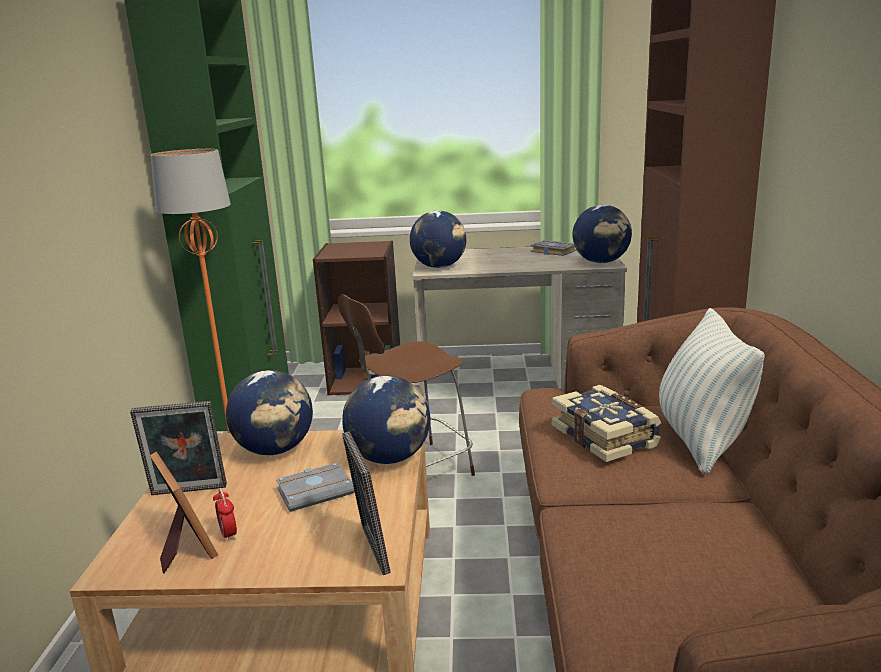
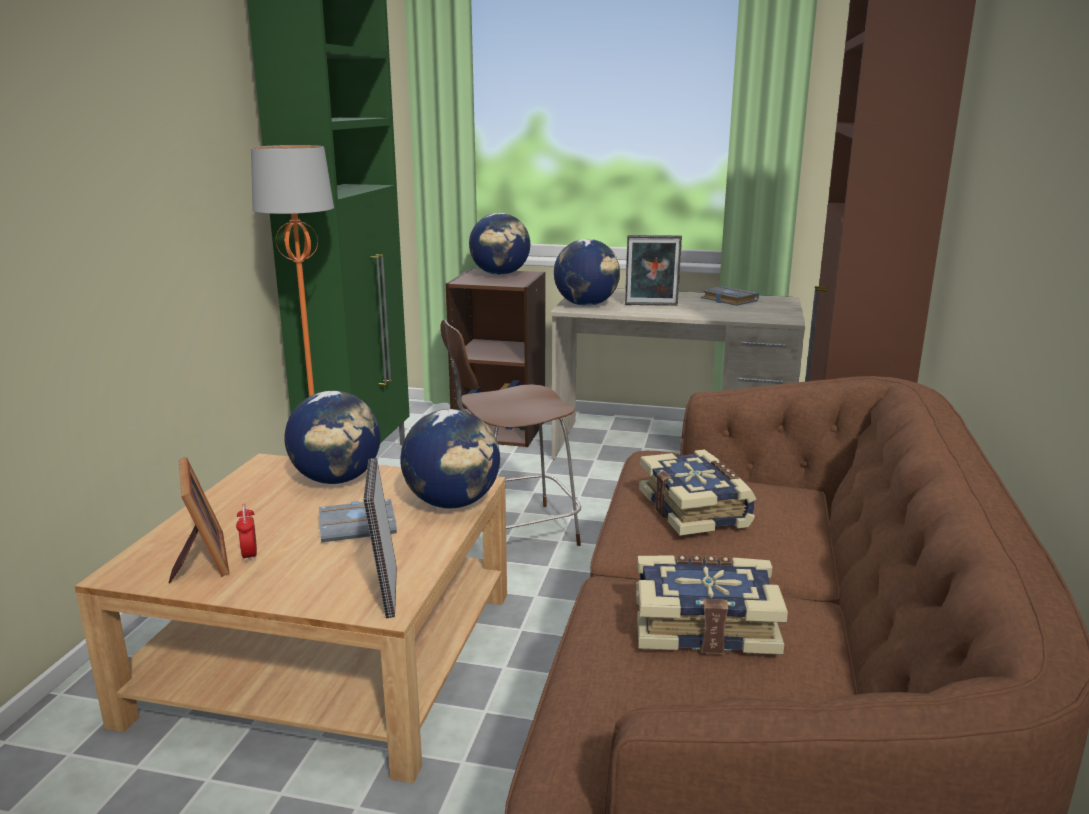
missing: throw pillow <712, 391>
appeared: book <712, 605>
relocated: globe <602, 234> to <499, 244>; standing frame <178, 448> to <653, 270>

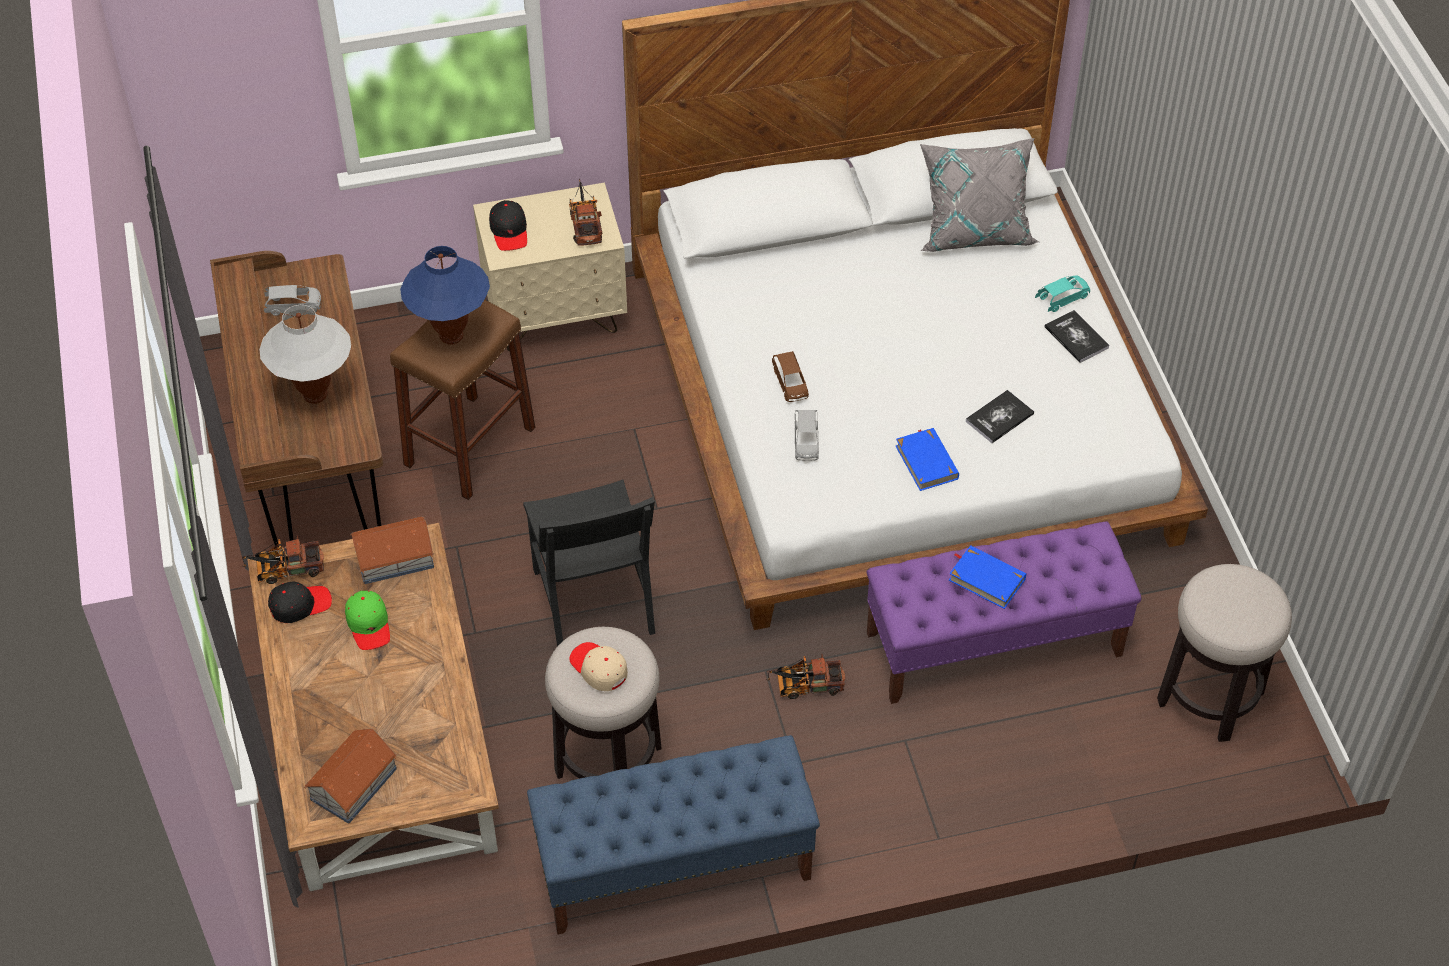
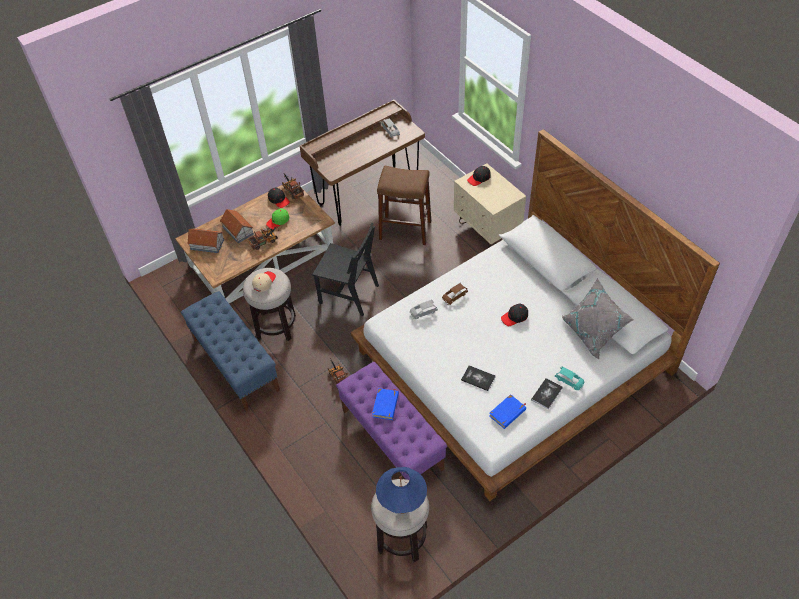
missing: whitish tabletop lamp <305, 354>
appeared: black-coloured peaked cap <514, 315>
relocated: model house <392, 550> to <237, 226>; model truck <585, 212> to <263, 238>; blue-coloured tabletop lamp <445, 295> to <401, 490>; blue-coloured book <927, 459> to <507, 411>
spun: black-coloured upright chair <589, 562> = <345, 269> 120 degrees counterclockwise

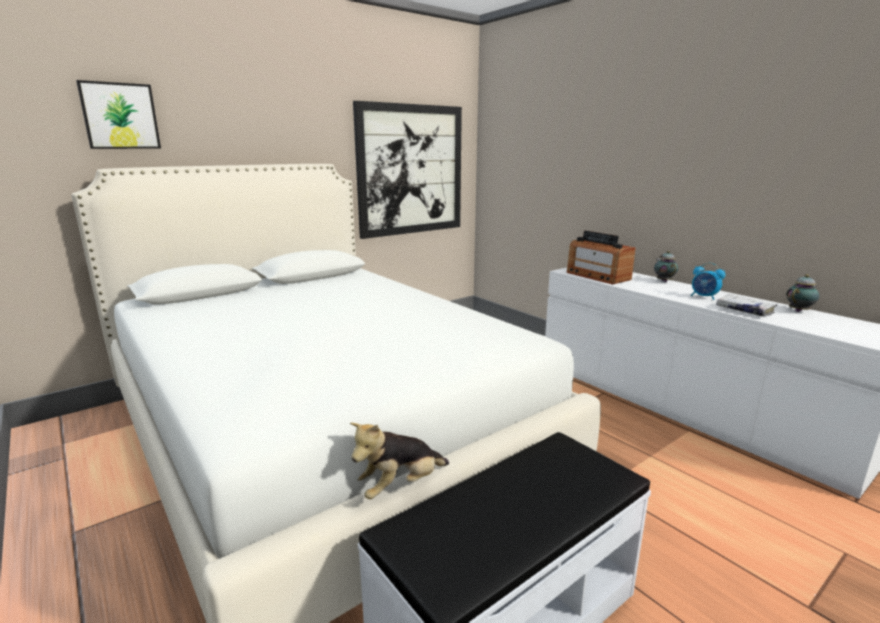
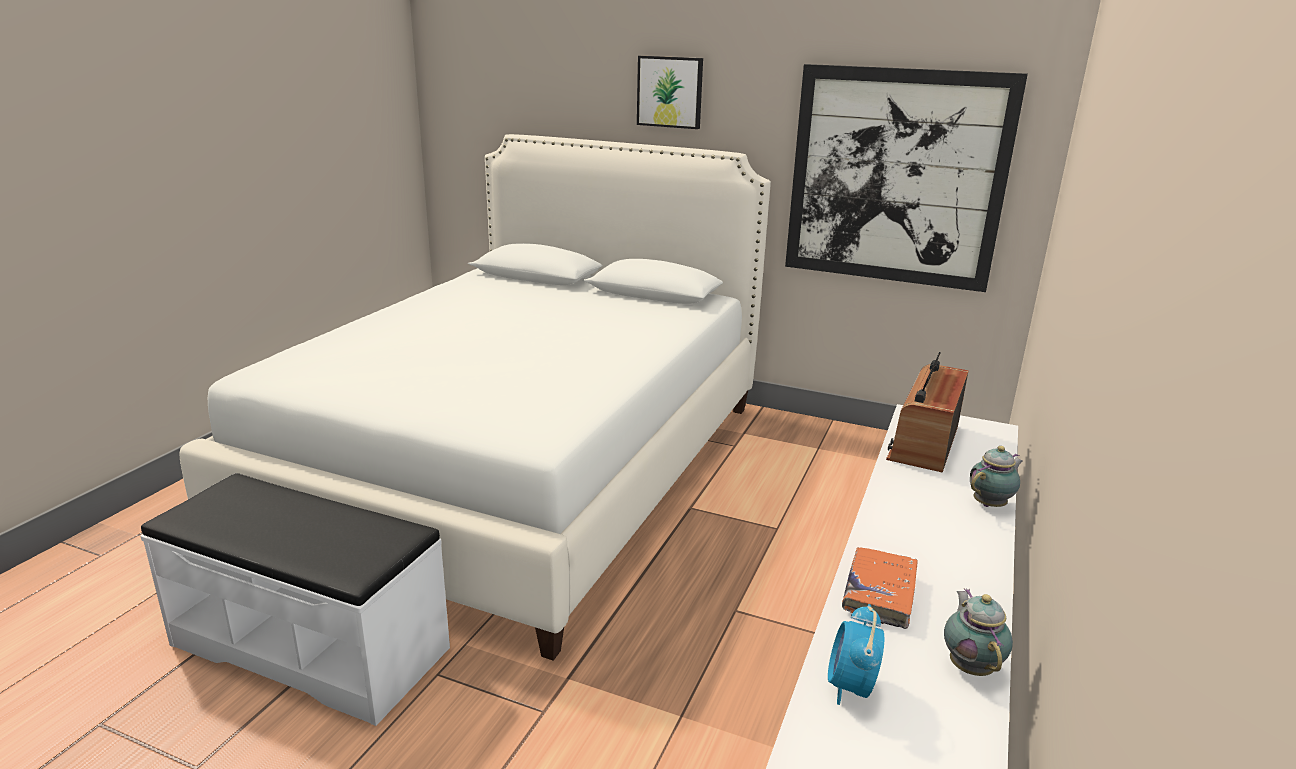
missing: soft toy <399, 460>
relocated: picture <118, 114> to <670, 92>; bedside clock <708, 281> to <856, 654>
colour: whitish book <746, 305> to orange book <880, 588>
spun: tea pot <802, 293> = <978, 632> 120 degrees counterclockwise

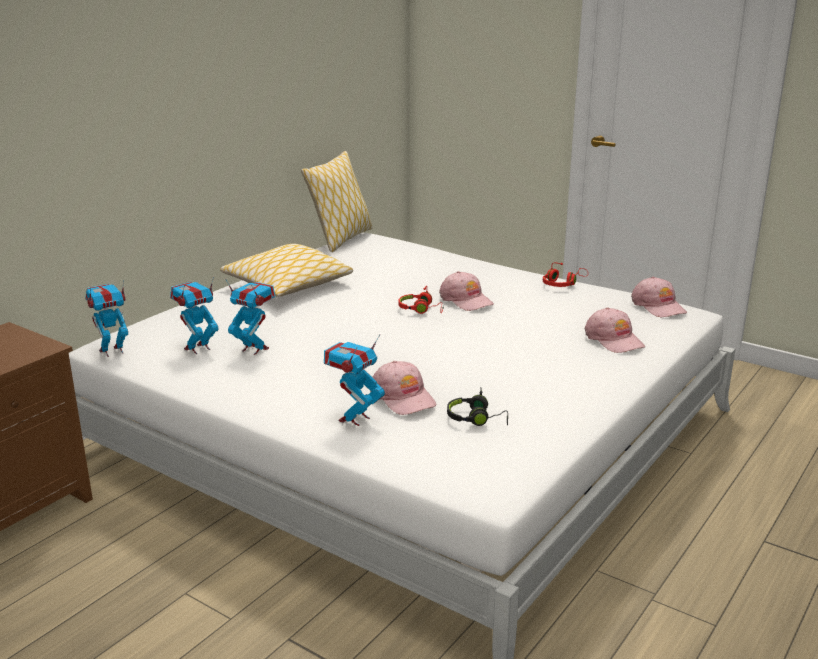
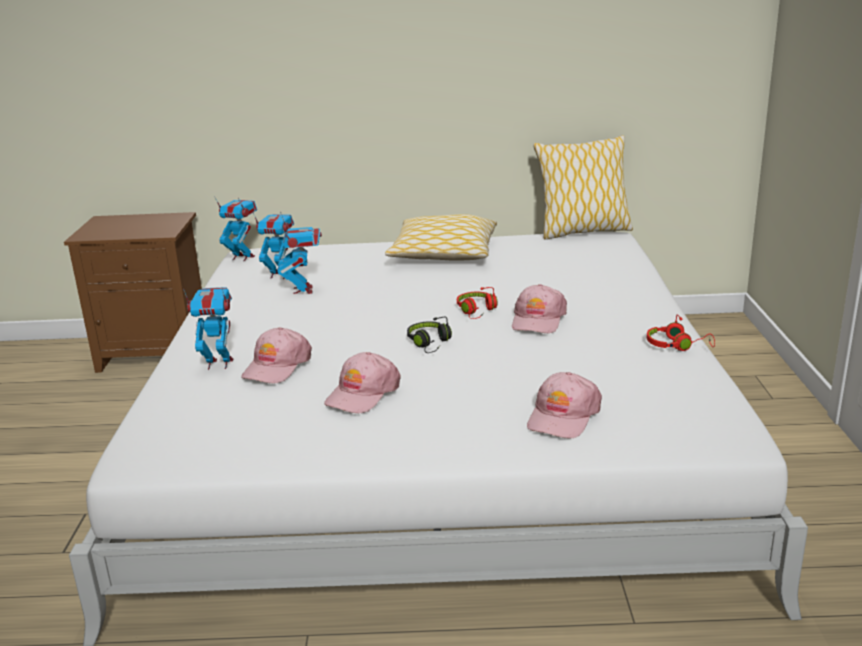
relocated: pink-coloured peaked cap <659, 297> to <362, 382>; black-coloured headset <477, 407> to <429, 335>

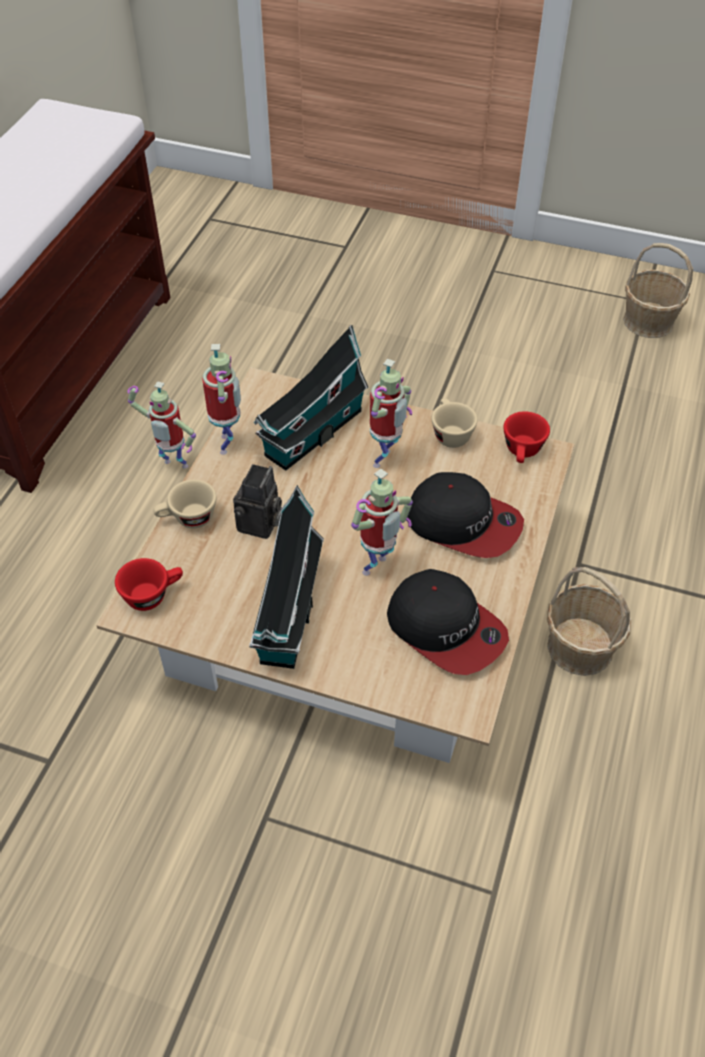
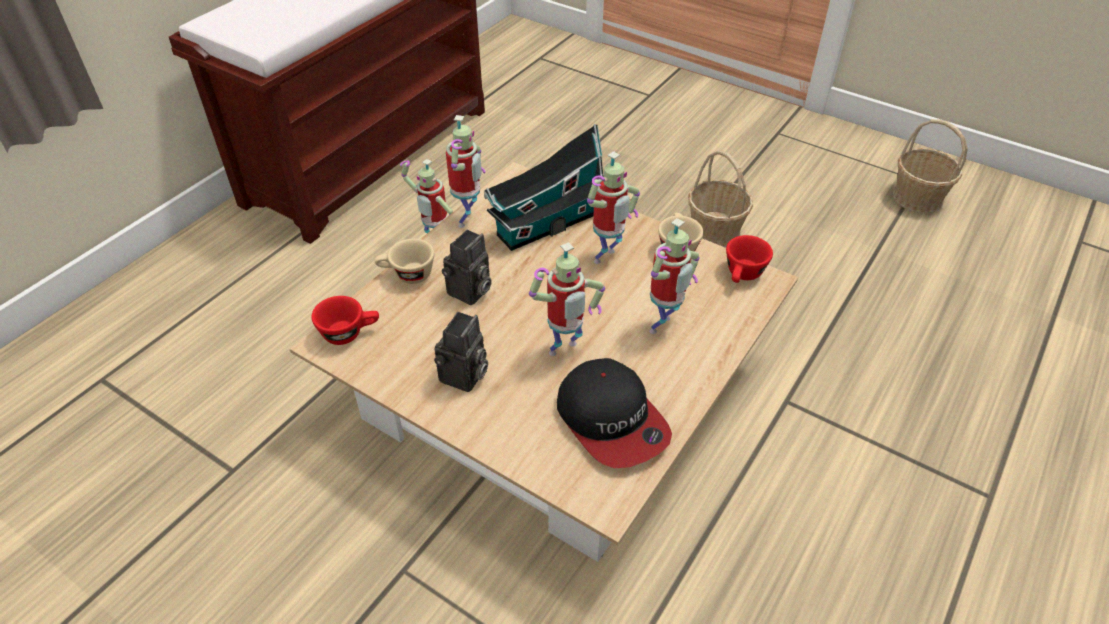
relocated: basket <589, 621> to <720, 198>
exchanged: model house <286, 577> to still camera <461, 352>; peaked cap <465, 515> to toy robot <674, 276>

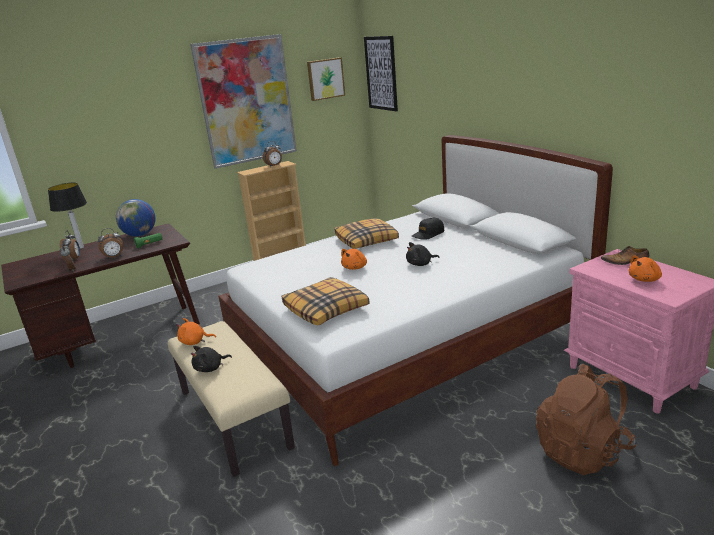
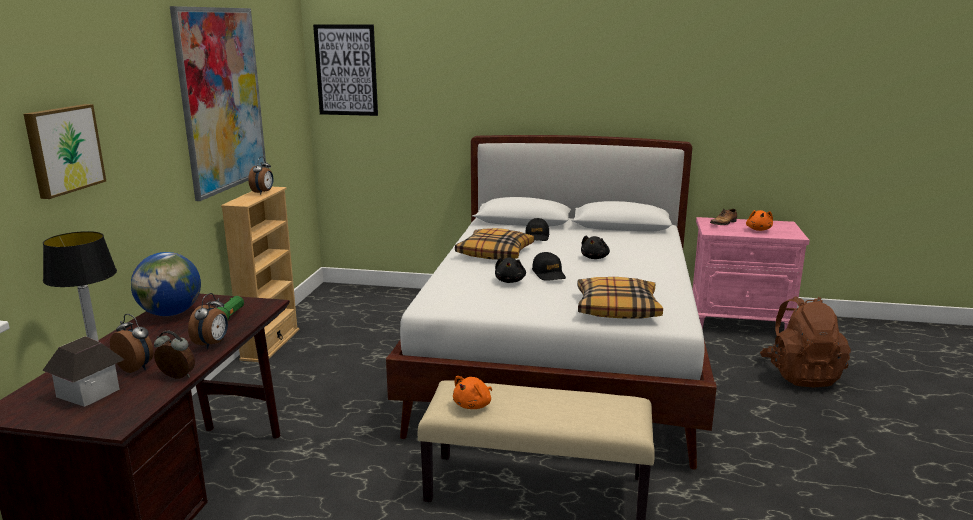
appeared: model house <83, 371>
relocated: picture <326, 79> to <65, 151>; black-coloured soft toy <211, 359> to <510, 270>
exchanged: orange soft toy <354, 259> to black-coloured peaked cap <549, 266>

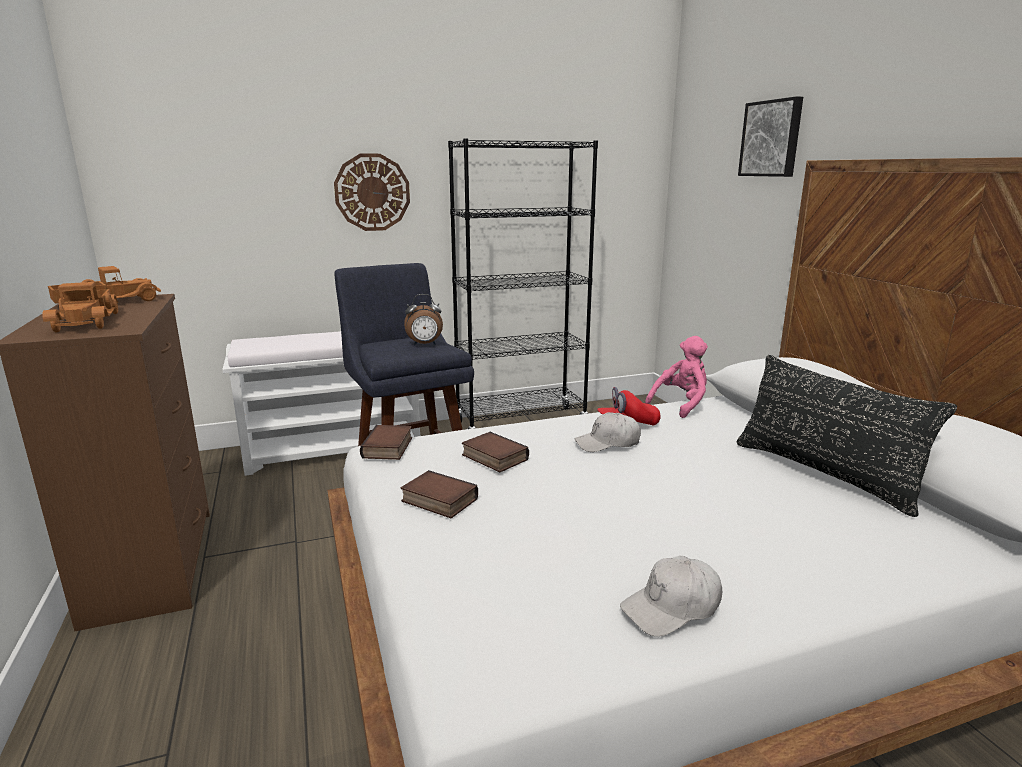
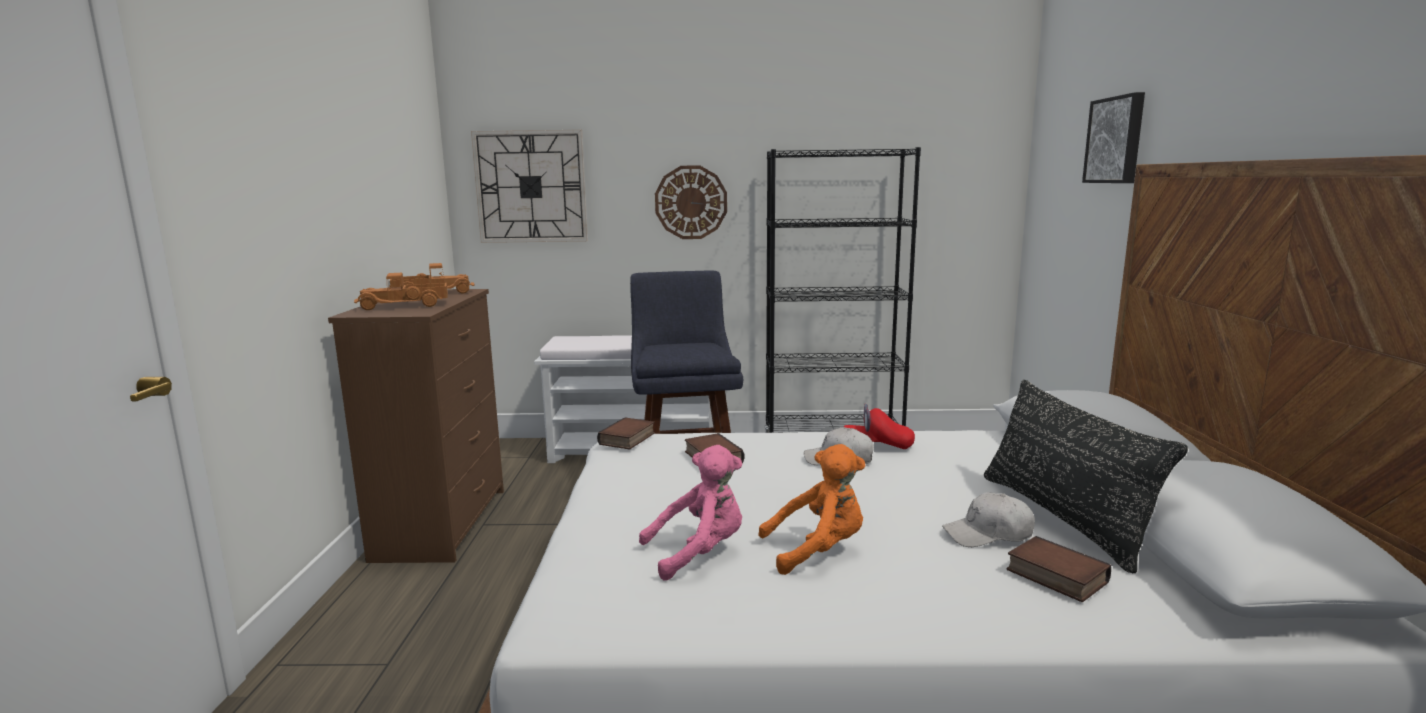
missing: bedside clock <423, 320>
appeared: clock on the wall <529, 186>; orange soft toy <812, 509>
relocated: pink-coloured soft toy <676, 377> to <690, 513>; whitish peaked cap <671, 596> to <988, 519>; book <439, 494> to <1059, 569>
spun: model truck <80, 307> = <401, 291> 75 degrees clockwise

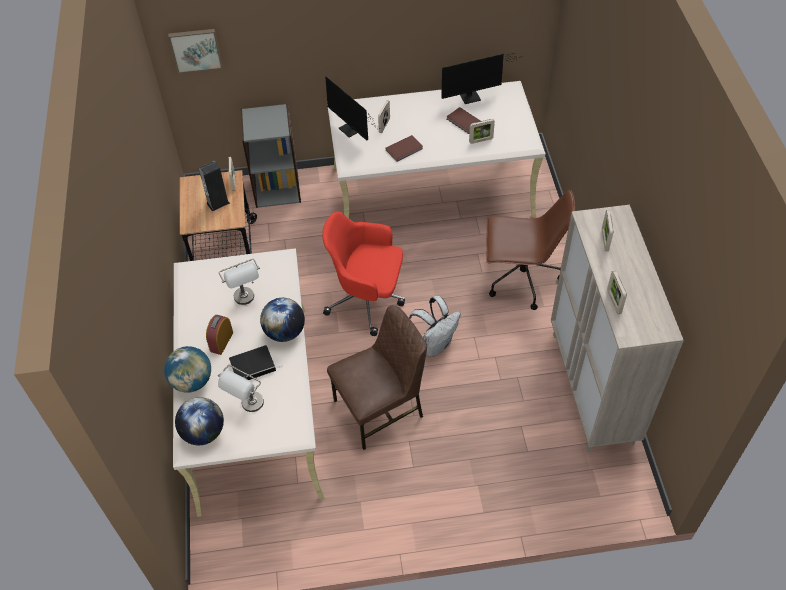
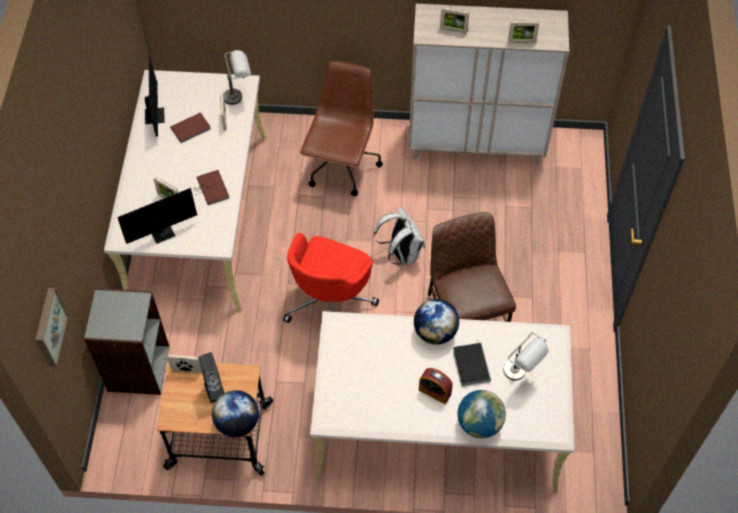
relocated: globe <199, 421> to <235, 413>; gray tabletop lamp <239, 282> to <237, 77>

